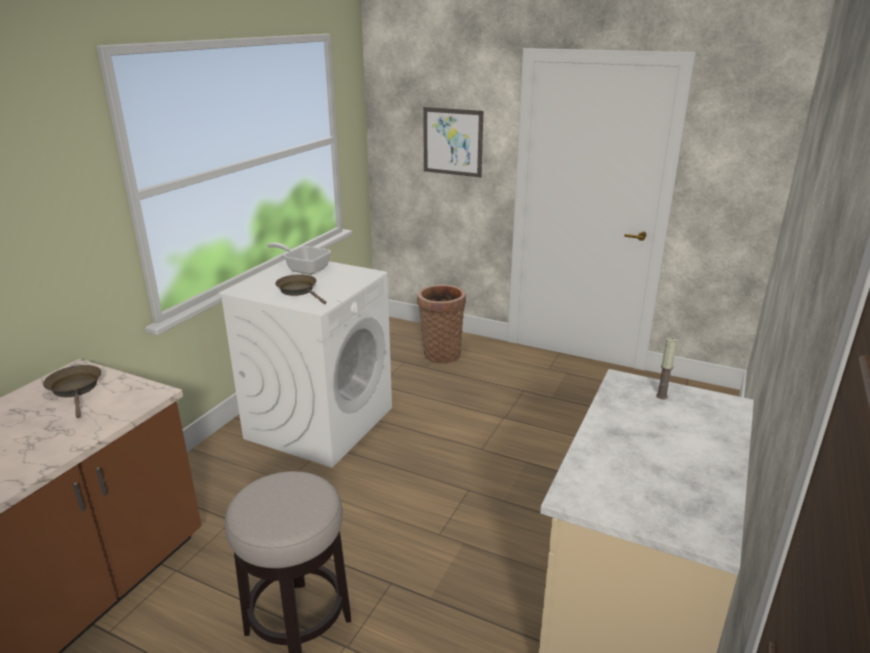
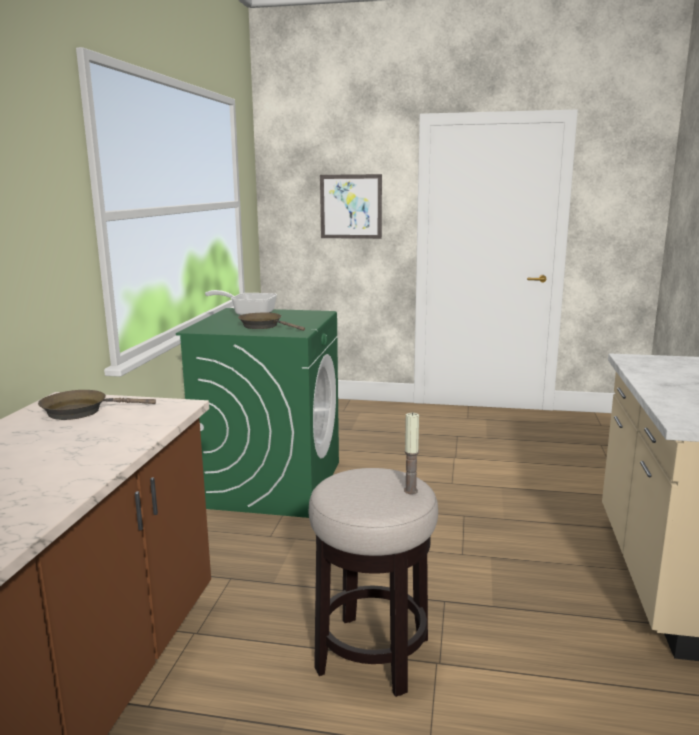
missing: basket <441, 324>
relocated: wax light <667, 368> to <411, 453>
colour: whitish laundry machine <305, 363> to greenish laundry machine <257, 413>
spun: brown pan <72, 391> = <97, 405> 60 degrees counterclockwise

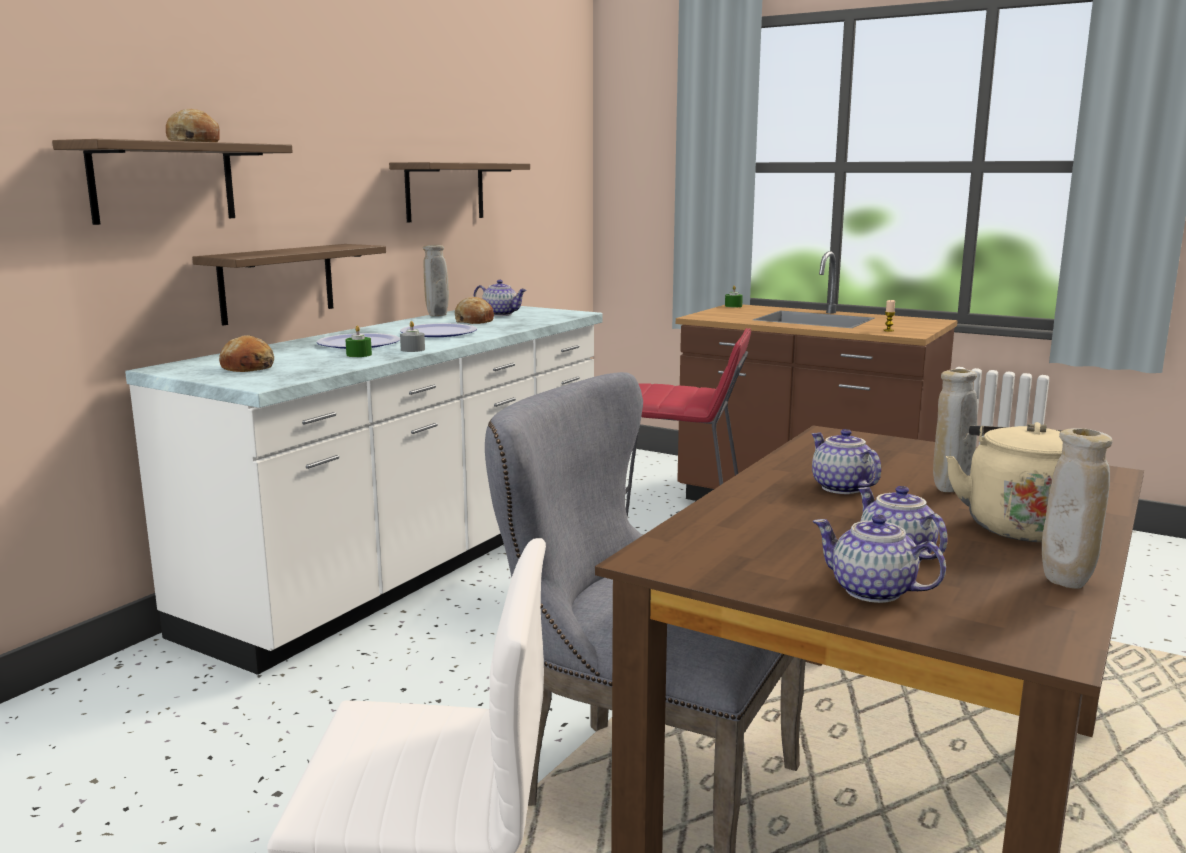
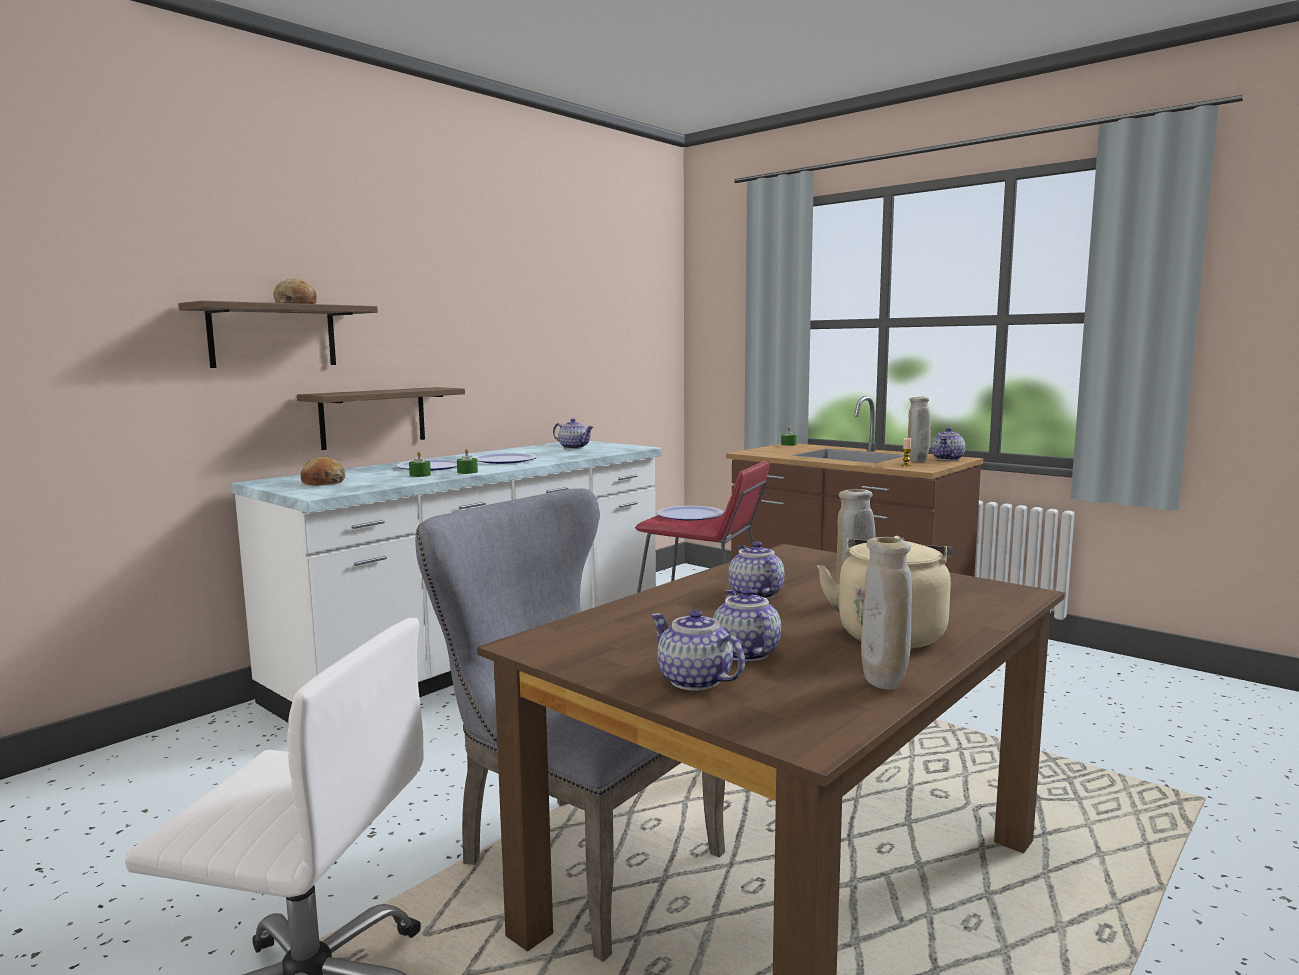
missing: wall shelf <459, 192>; baked bread <474, 310>
appeared: plate <690, 513>; tea pot <948, 444>
relocated: sand-coloured vase <436, 281> to <919, 429>
colour: gray wax light <412, 336> to greenish wax light <467, 461>

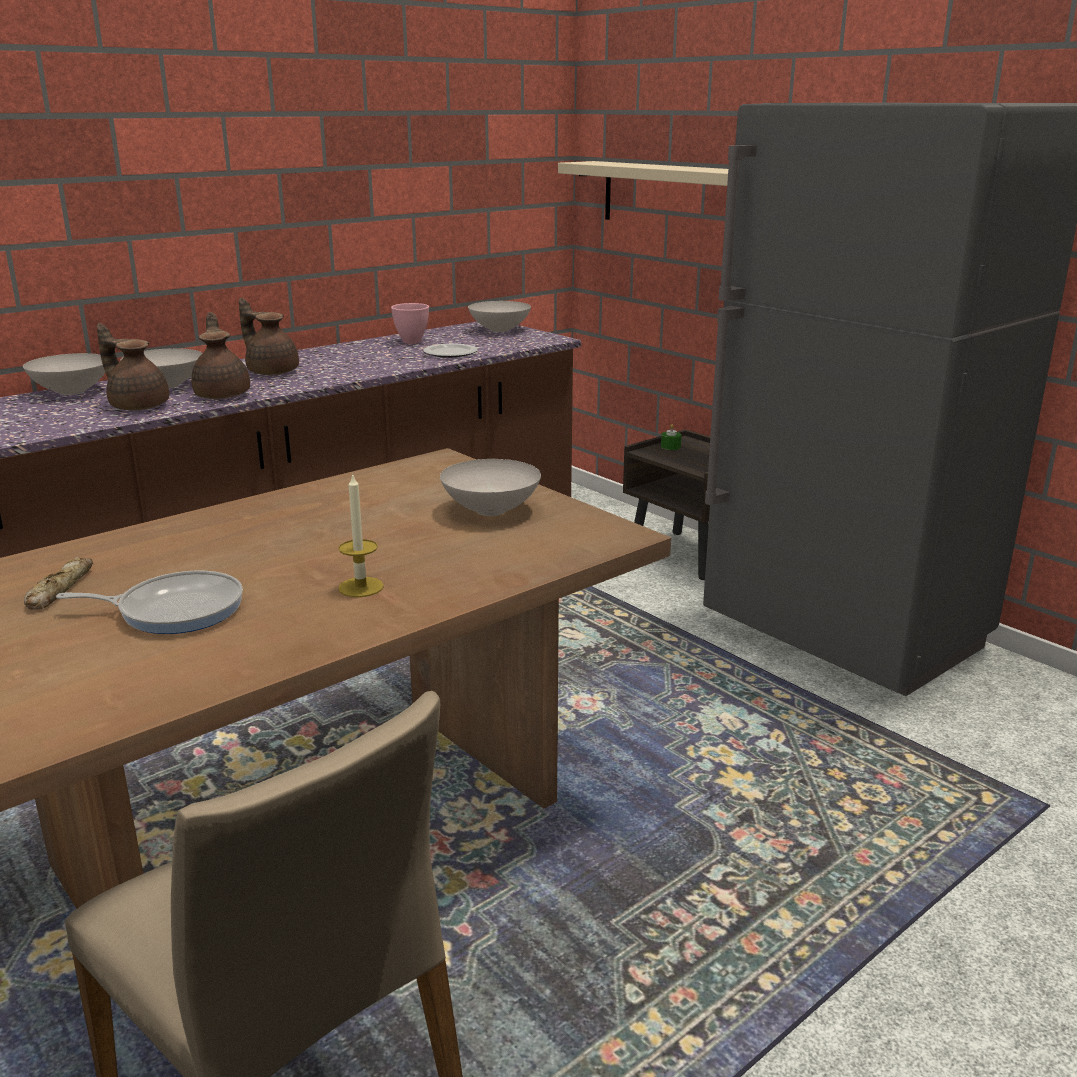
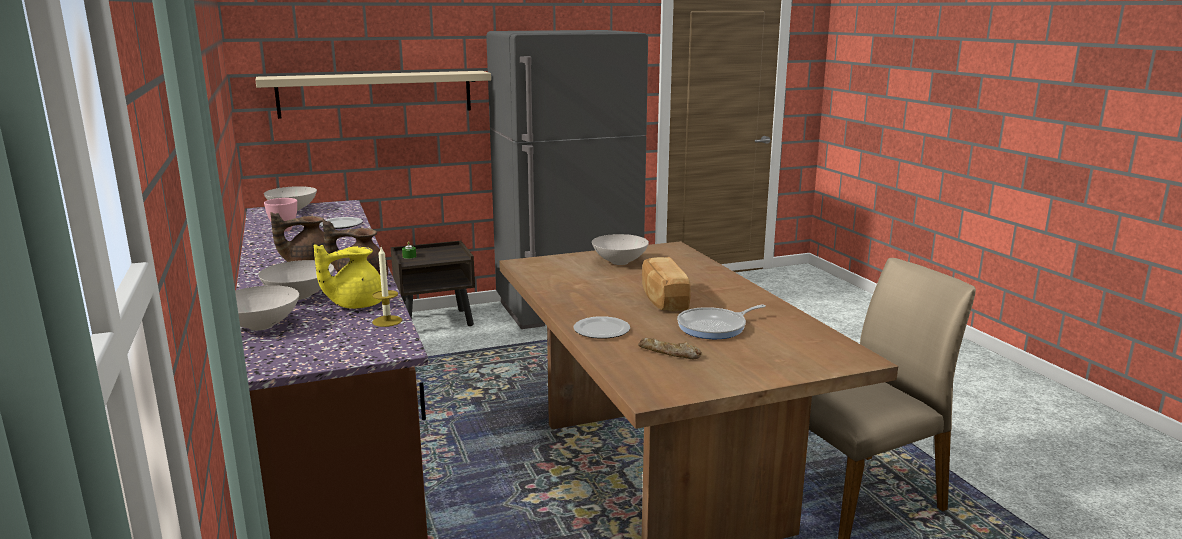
appeared: plate <602, 327>; baked bread <666, 284>
relocated: wax light <361, 535> to <387, 287>
colour: brown tea pot <133, 366> to yellowish tea pot <348, 277>
spun: pan <149, 602> = <721, 321> 135 degrees counterclockwise

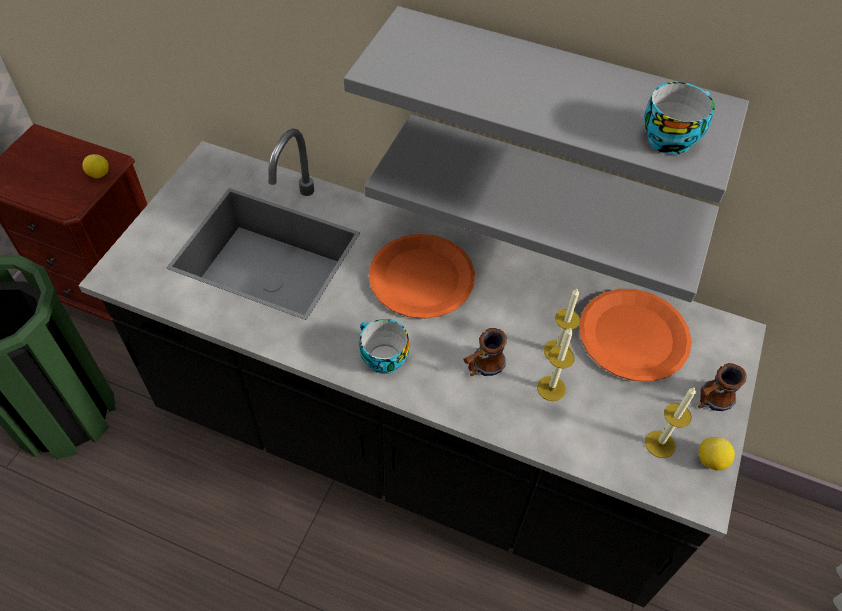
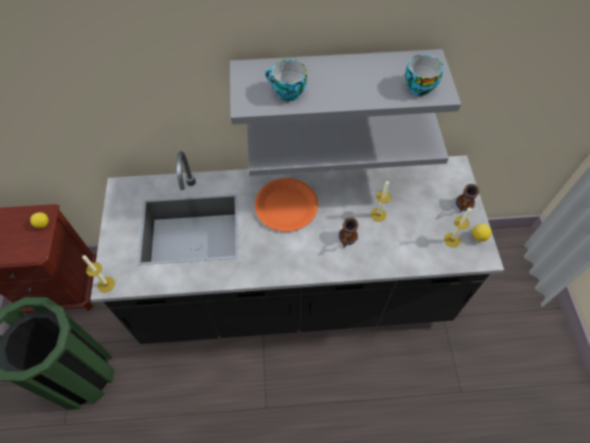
missing: orange plate <635, 335>
relocated: wax light <556, 364> to <98, 274>; drinking cup <384, 346> to <286, 80>

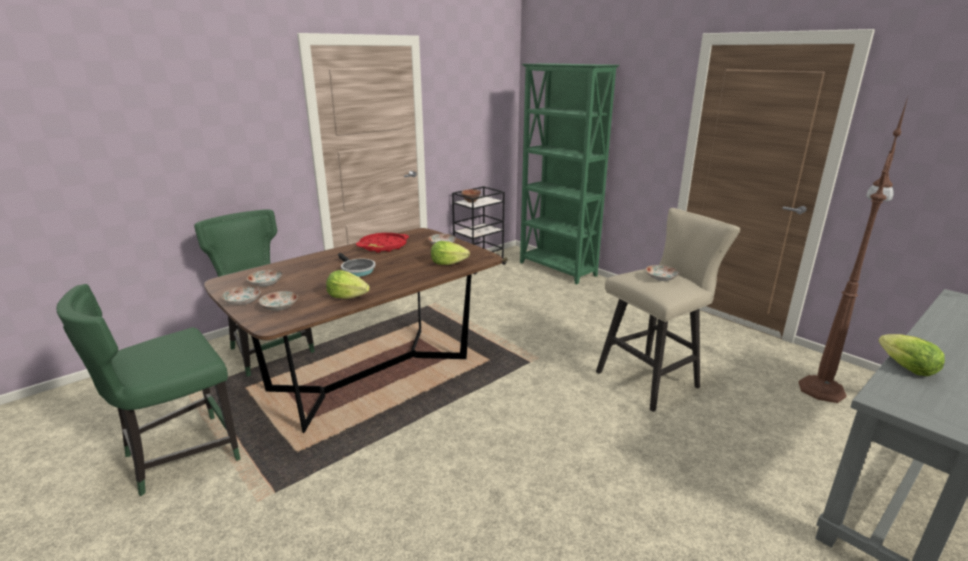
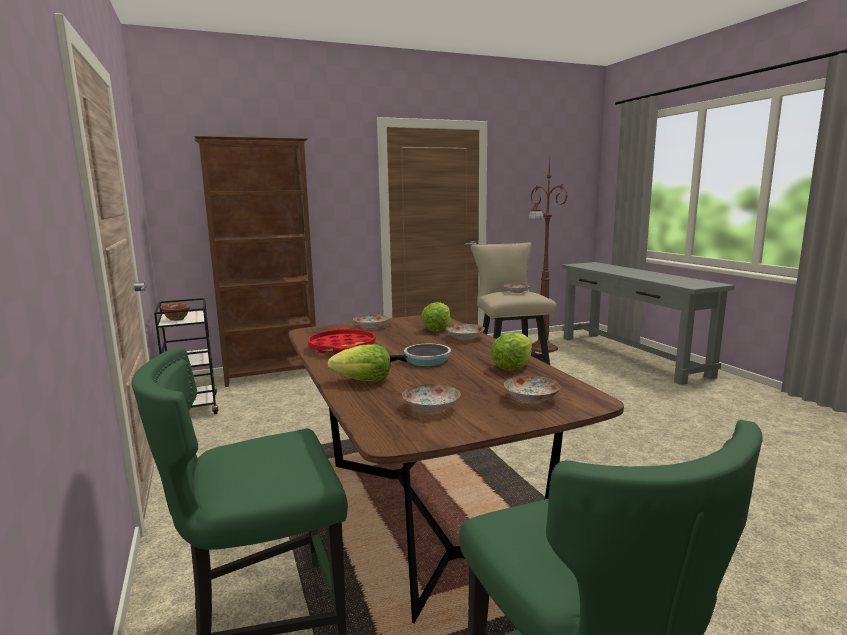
relocated: lettuce head <911, 355> to <359, 363>; plate <241, 295> to <465, 332>
colour: greenish shelving unit <569, 173> to brown shelving unit <255, 261>

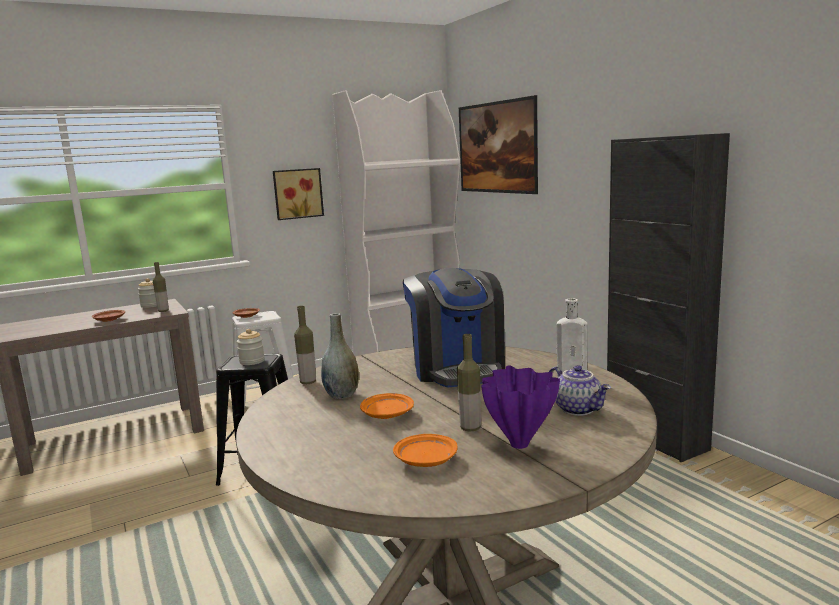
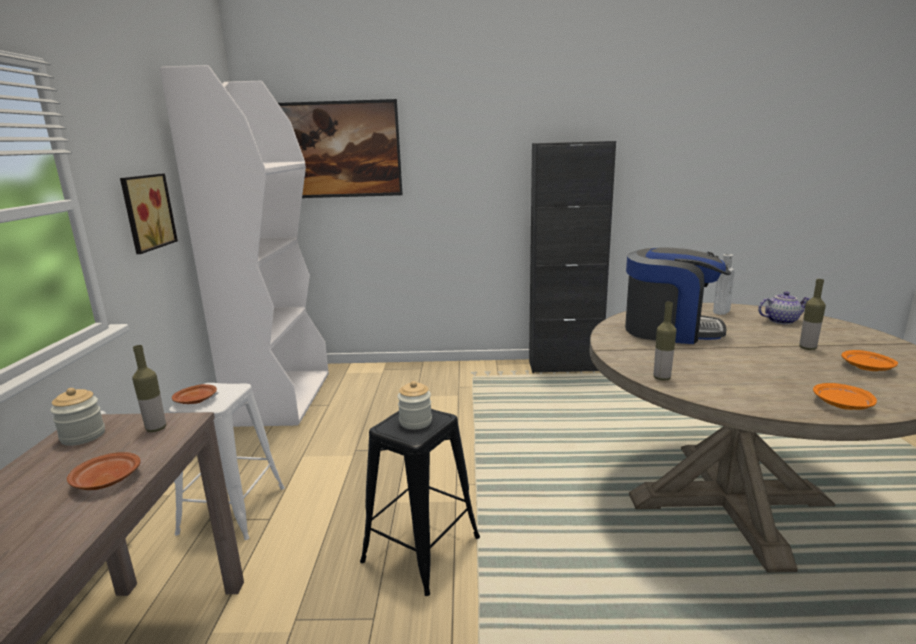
missing: gray vase <340, 356>; purplish vase <520, 407>
relocated: orange plate <387, 406> to <845, 396>

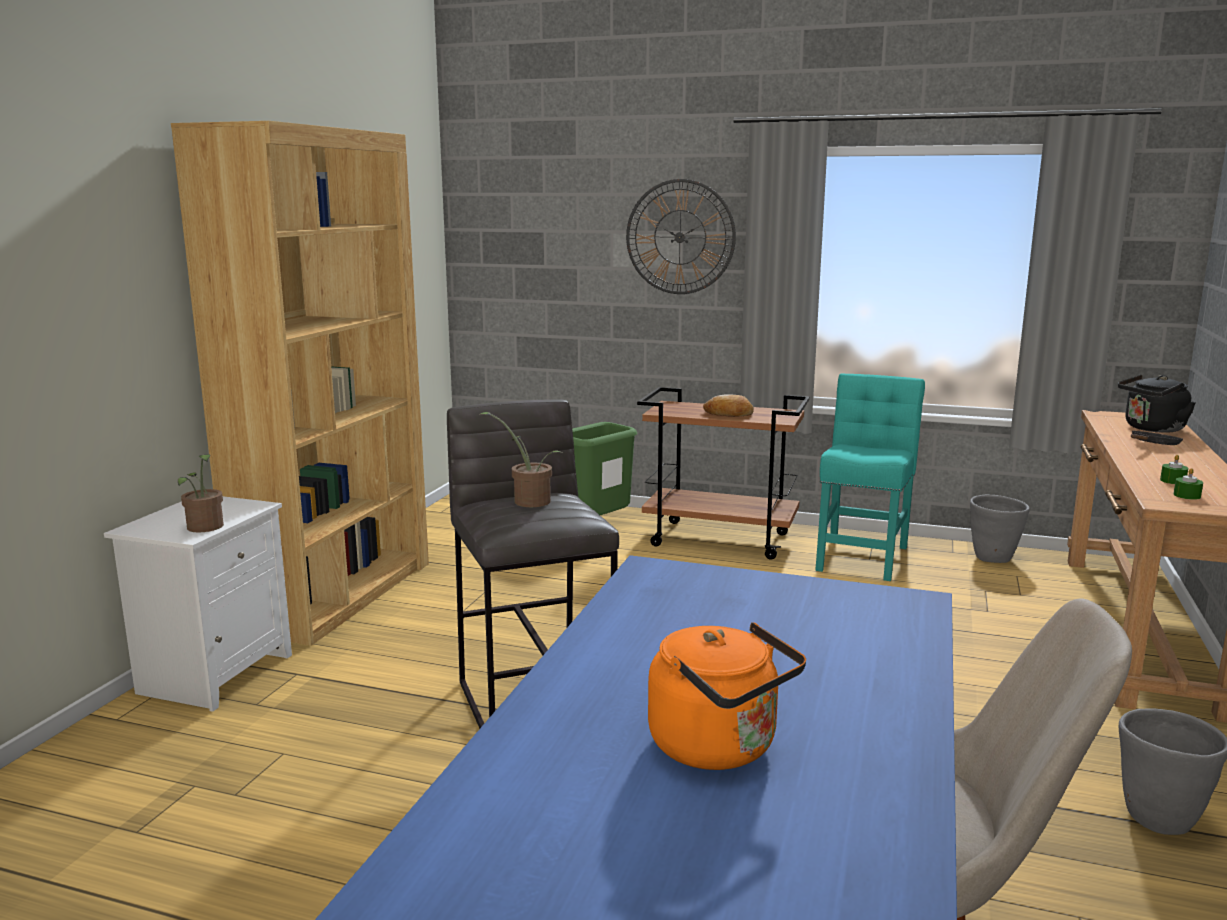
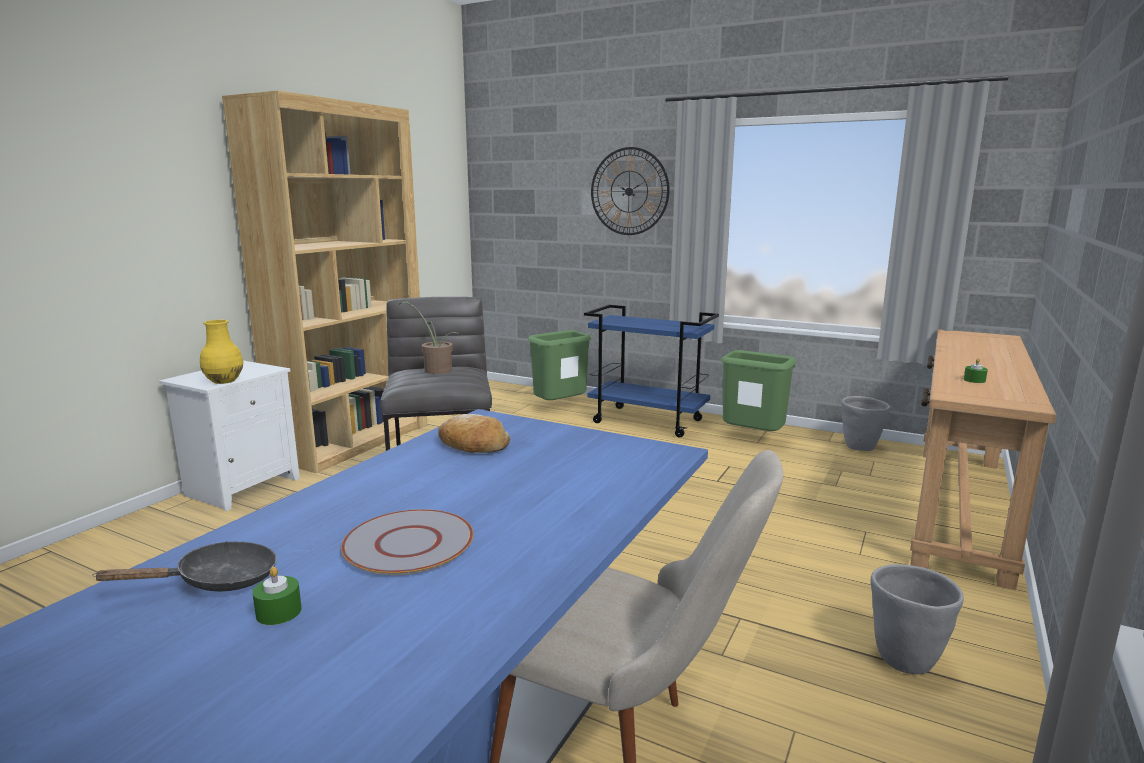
missing: black-coloured tea kettle <1157, 404>
relocated: black-coloured pan <1157, 438> to <184, 566>; greenish wax light <1188, 484> to <277, 596>; baked bread <728, 405> to <474, 433>
exchanged: houseplant <201, 493> to yellowish vase <221, 352>; orange tea kettle <727, 696> to gray plate <407, 542>; turquoise-coloured upright chair <870, 477> to greenish rubbish bin <758, 390>
colour: brown cart <723, 473> to blue-coloured cart <651, 371>

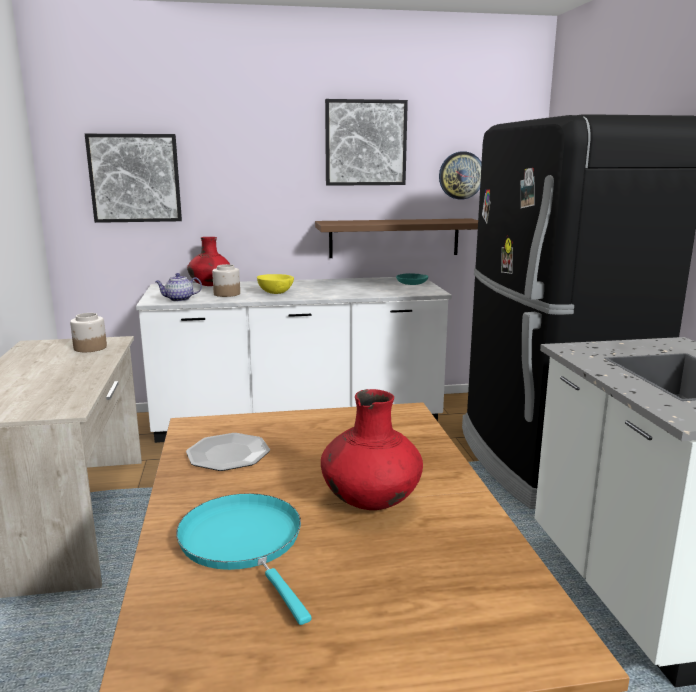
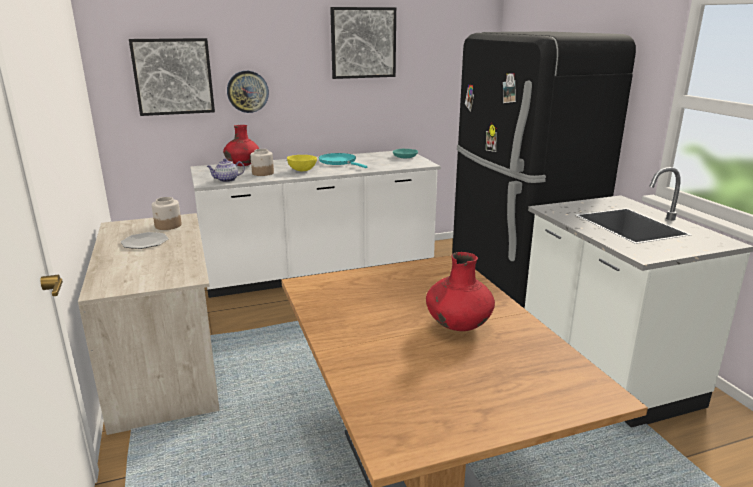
missing: brown wall shelf <396, 238>
relocated: plate <228, 452> to <145, 240>; clock on the wall <460, 175> to <248, 92>; turquoise-coloured pan <243, 559> to <343, 160>

